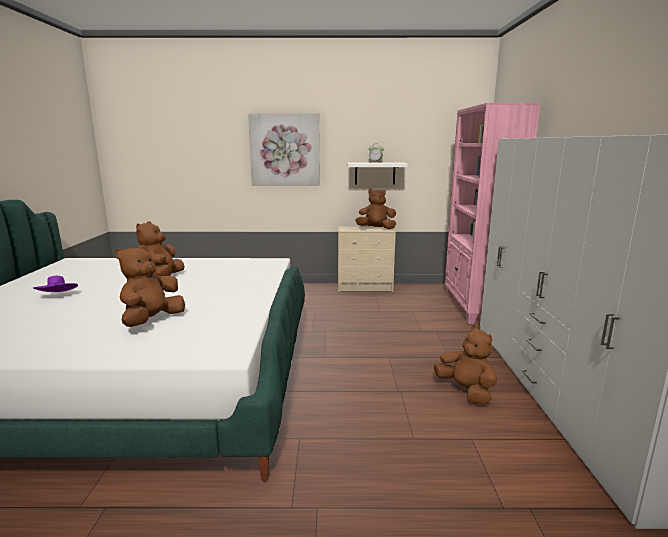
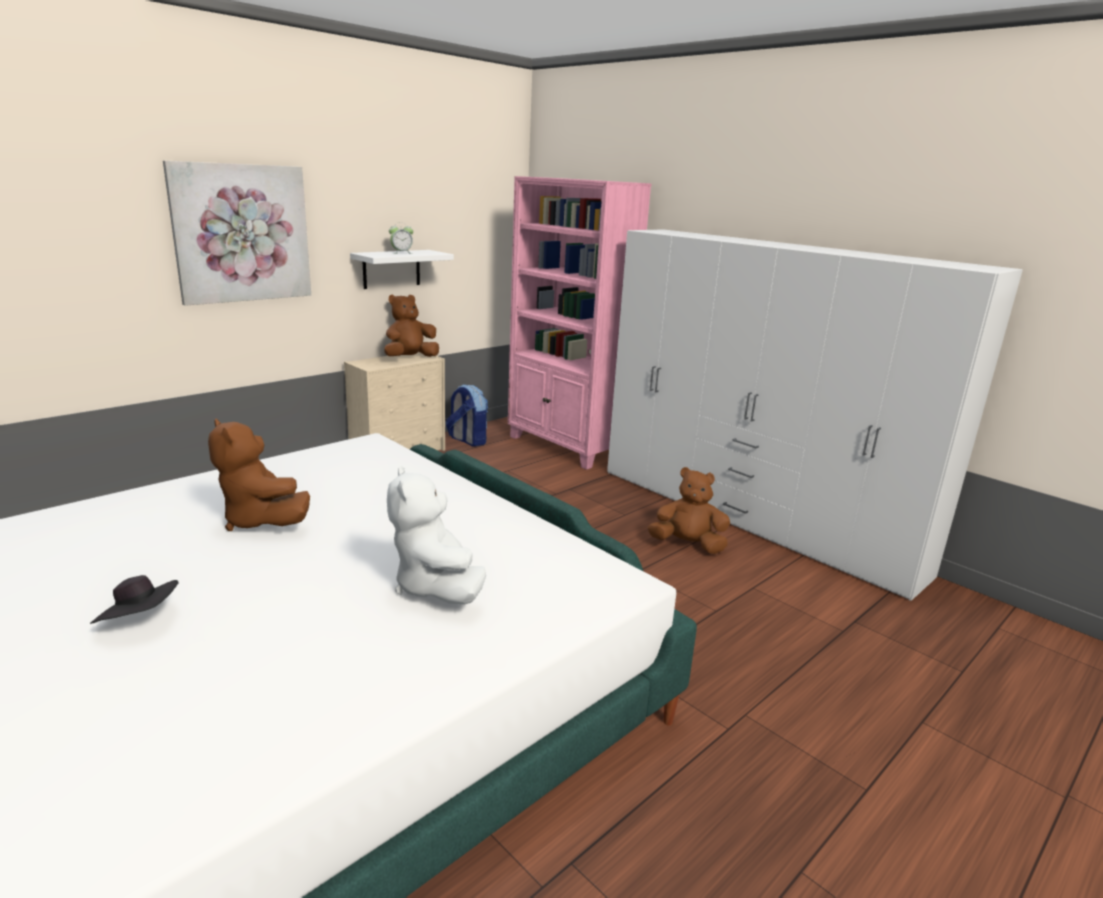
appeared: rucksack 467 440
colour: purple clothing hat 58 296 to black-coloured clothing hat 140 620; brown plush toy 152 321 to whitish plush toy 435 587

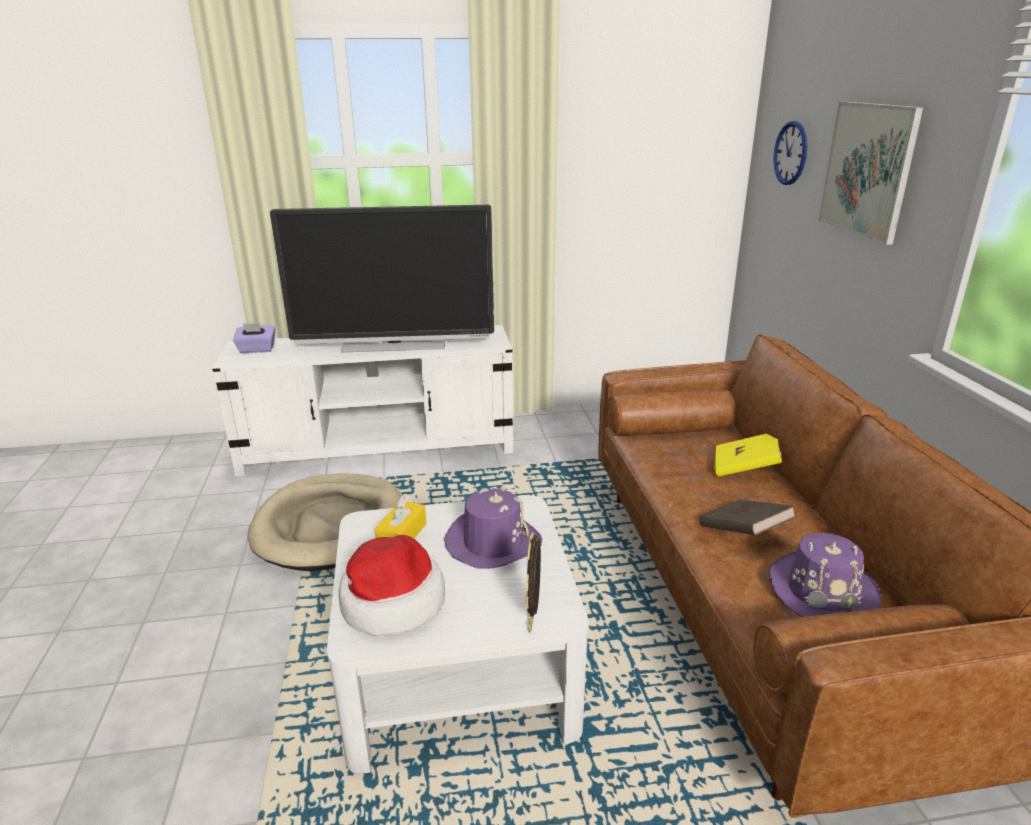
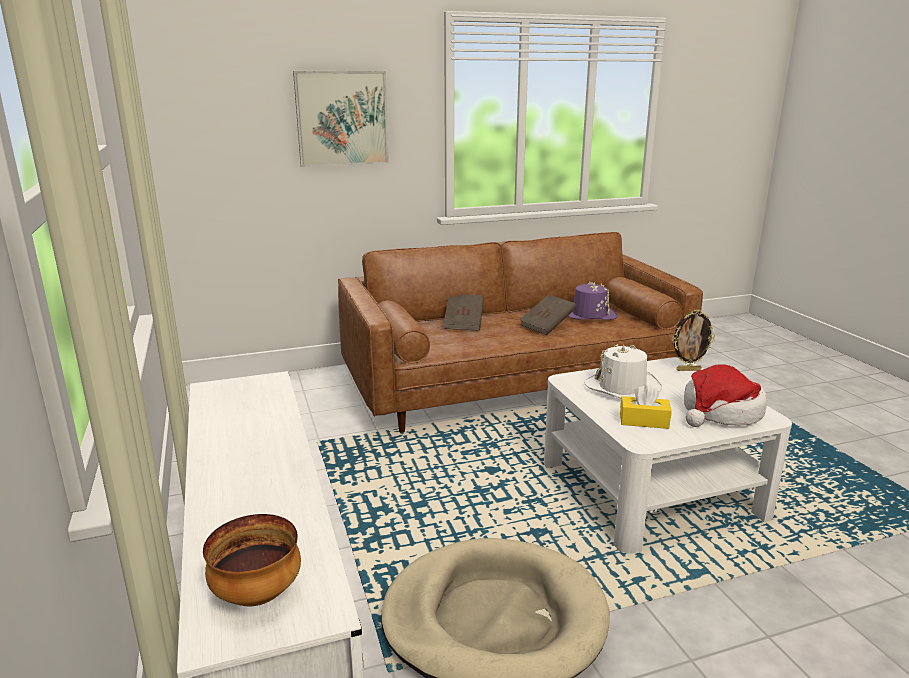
missing: television 394 345; wall clock 790 153
exchanged: purple tissue box 257 349 to serving bowl 256 594
colour: yellow-coloured volume 745 469 to brown volume 464 323; purple clothing hat 492 542 to whitish clothing hat 622 387

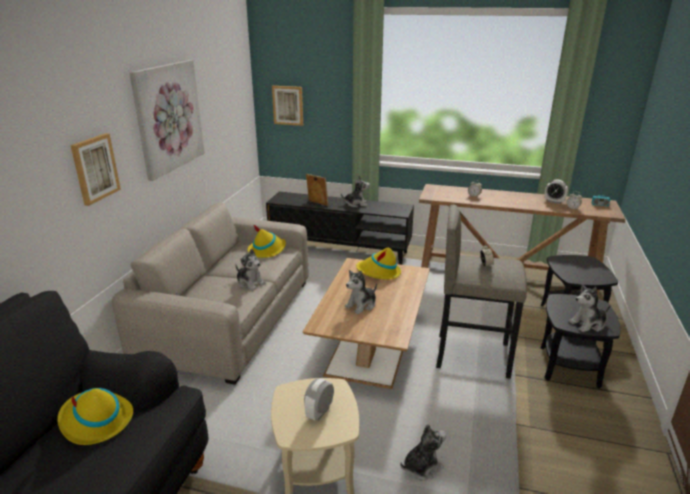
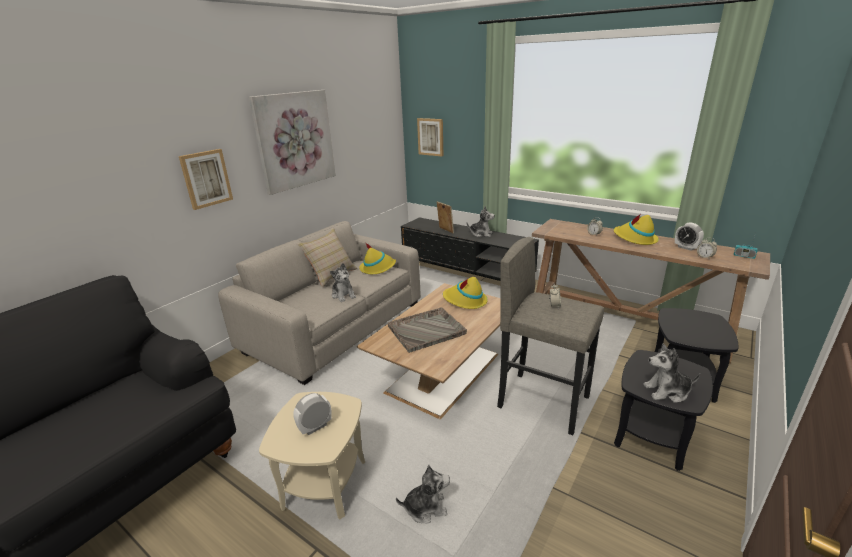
appeared: beige-coloured pillow 331 275
relocated: yellow-coloured clothing hat 95 421 to 634 239
exchanged: plush toy 361 305 to greyish tray 427 330

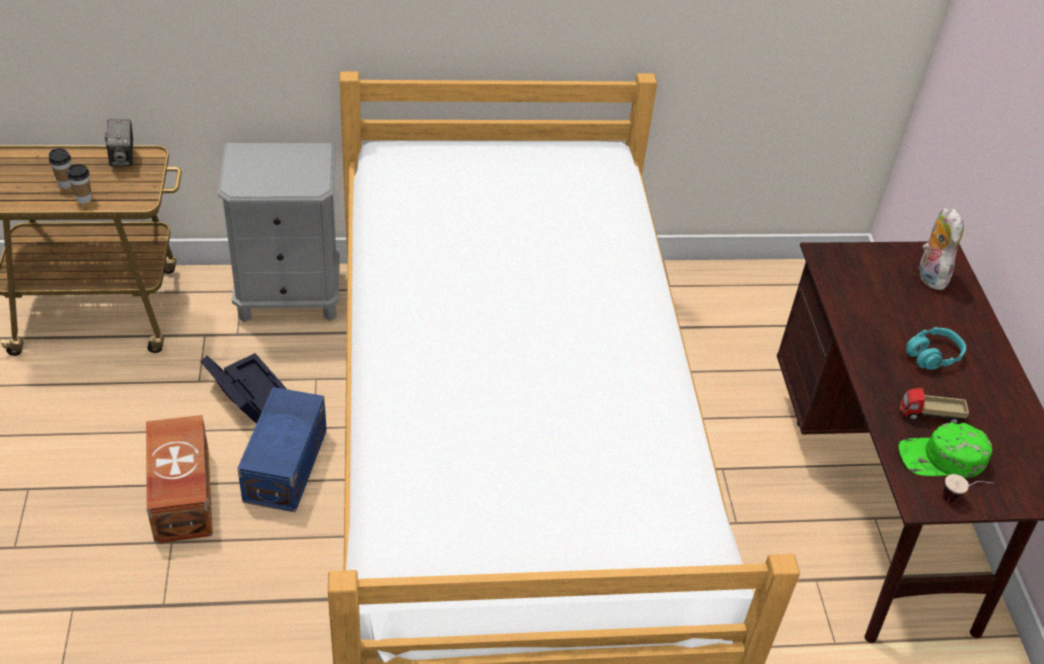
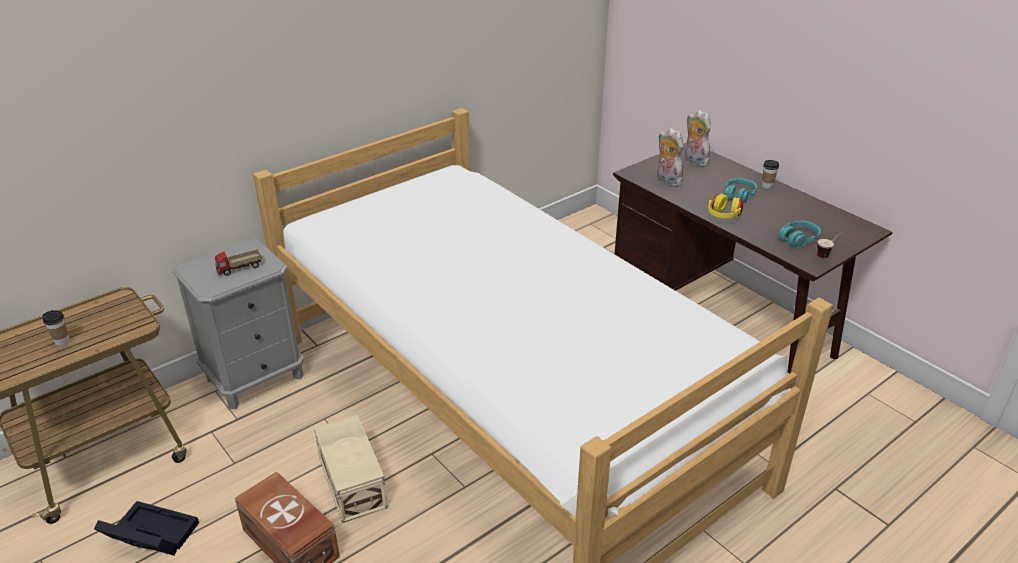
missing: still camera 123 158
appeared: plush toy 666 181; yellow-coloured headset 723 217
relocated: black-coloured storage container 247 392 to 149 535; toy lorry 930 416 to 239 269; small cup 84 199 to 767 186
exchanged: green-coloured peaked cap 942 458 to turquoise-coloured headset 798 240
colour: blue storage container 287 464 to beige-coloured storage container 353 481

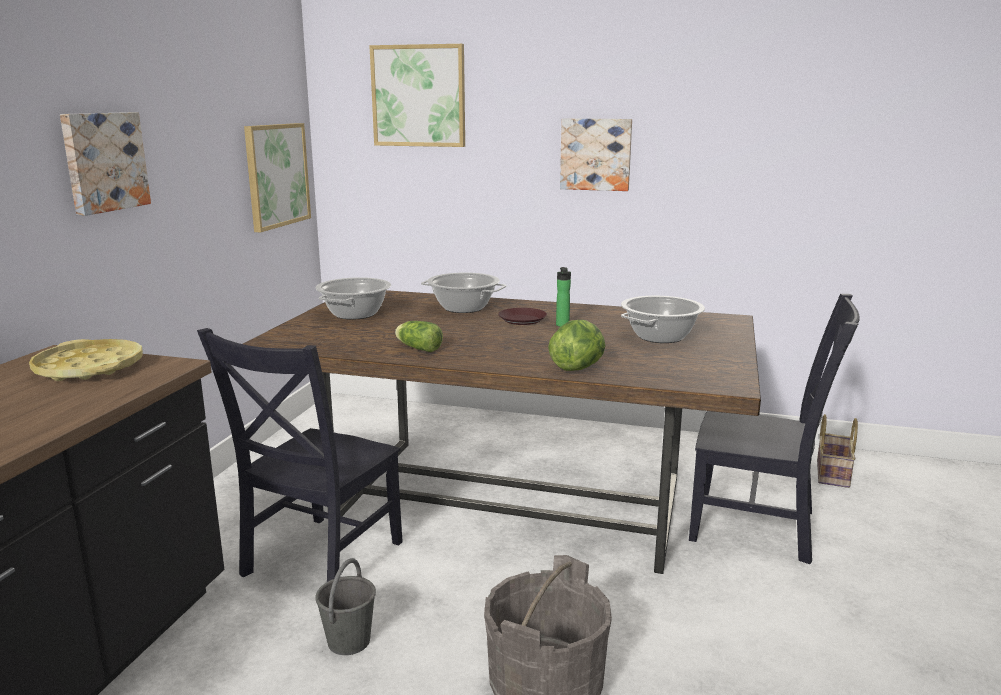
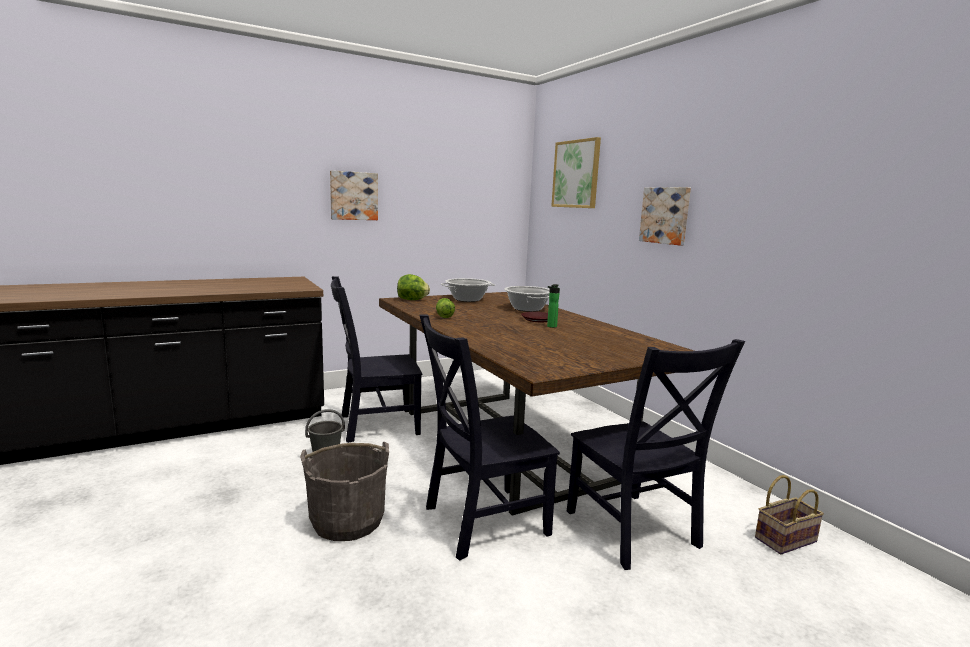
missing: yellow-coloured tray 89 368; picture 276 175; stockpot 660 336
appeared: black-coloured plain chair 480 521
relocated: head of lettuce 578 368 to 412 300

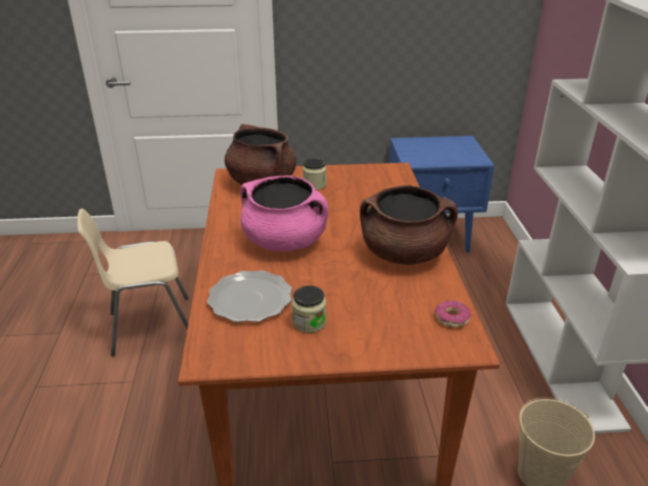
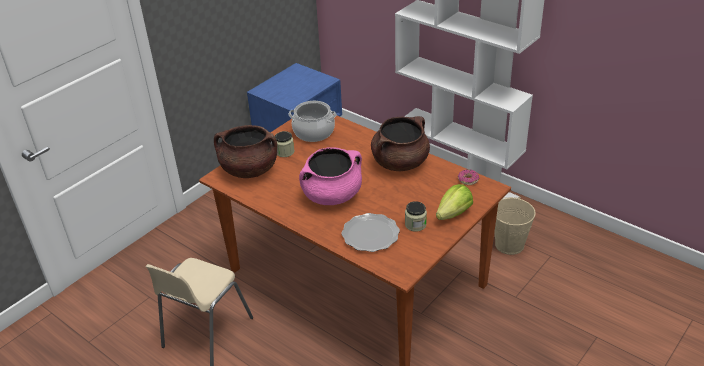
appeared: stockpot 314 132; head of lettuce 454 214

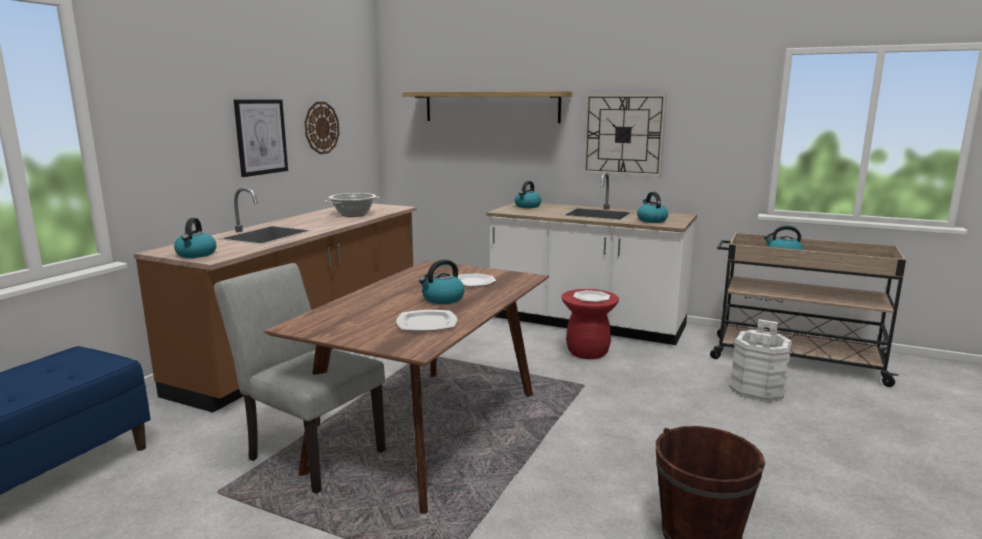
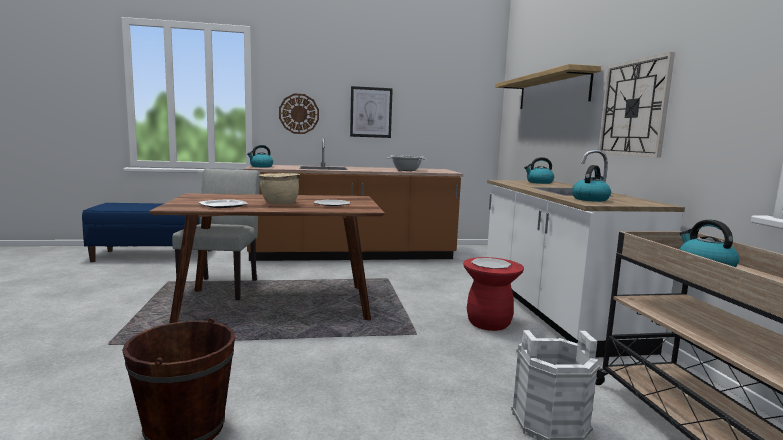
relocated: wall clock 321 128 to 299 114
exchanged: tea kettle 442 299 to beige-coloured stockpot 279 203

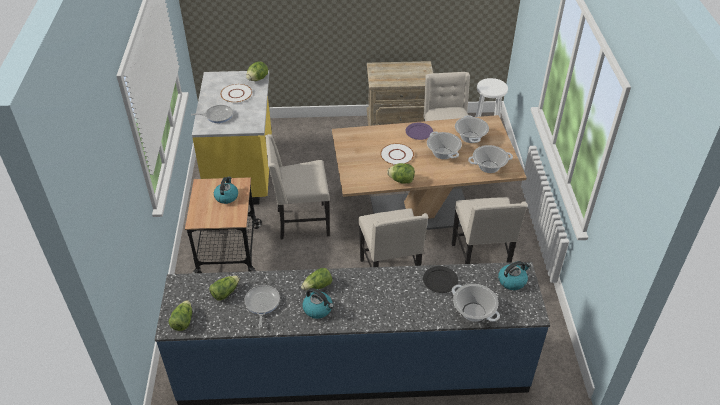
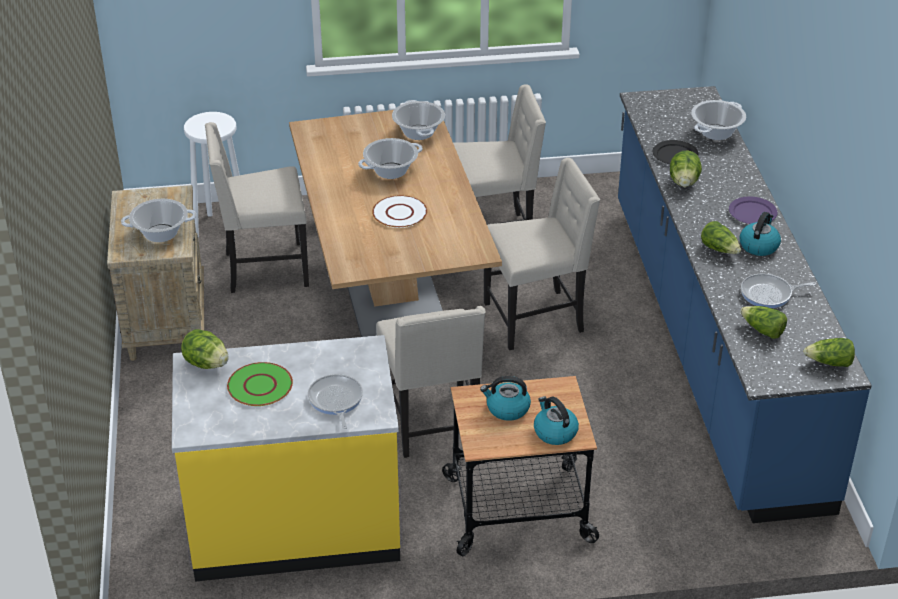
relocated: stockpot 470 137 to 160 233; tea kettle 512 281 to 554 432; head of lettuce 401 180 to 684 182; purple plate 419 132 to 752 213
colour: whitish plate 236 94 to green-coloured plate 259 386

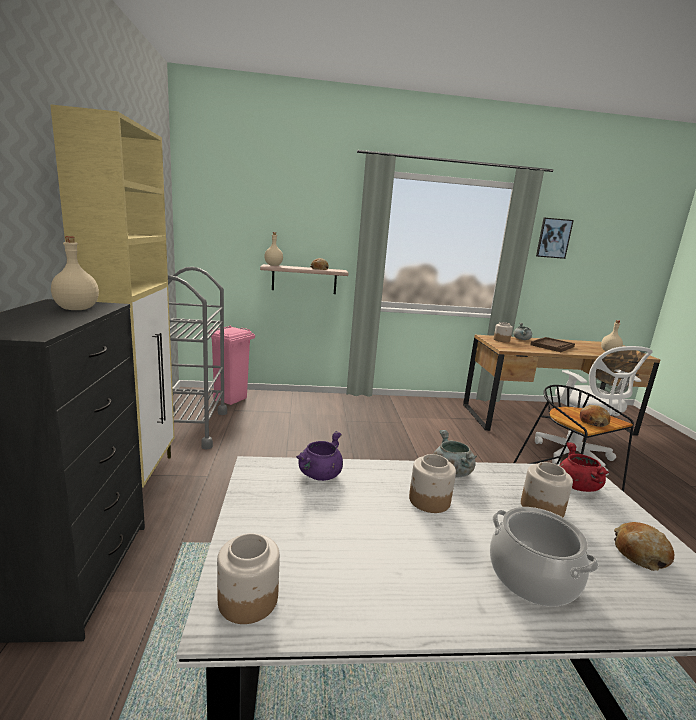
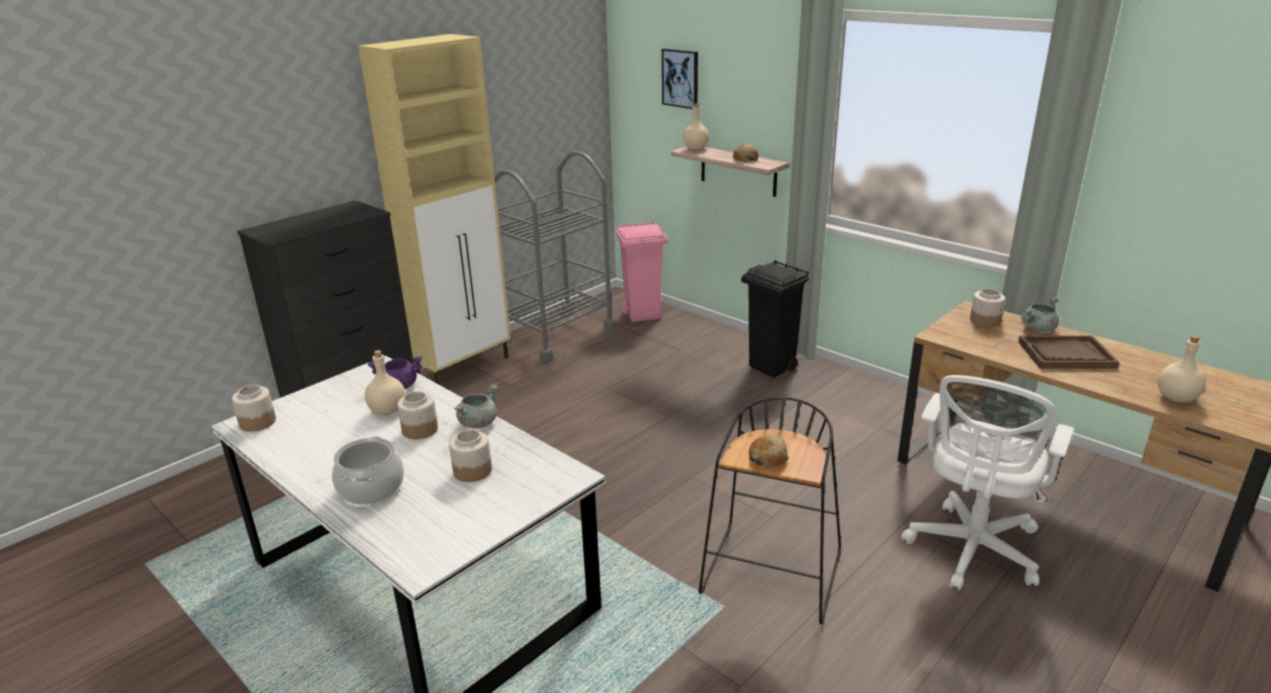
missing: reddish stockpot 577 485; bread 640 553
appeared: black-coloured waste bin 772 367
relocated: beige-coloured bottle 77 309 to 388 410; picture 553 238 to 680 78

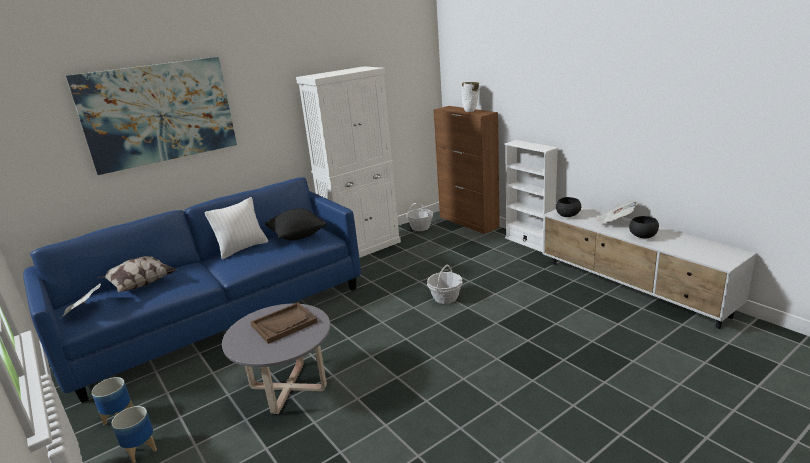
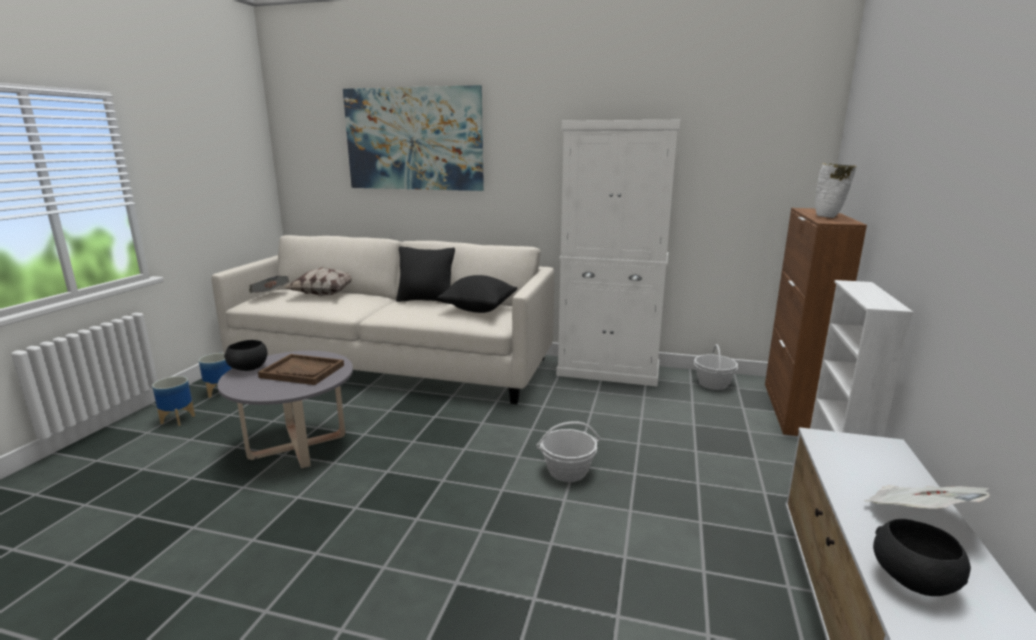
relocated: black-coloured serving bowl 568 216 to 248 369
colour: blue couch 219 317 to whitish couch 393 364; whitish pillow 242 249 to black-coloured pillow 426 300

